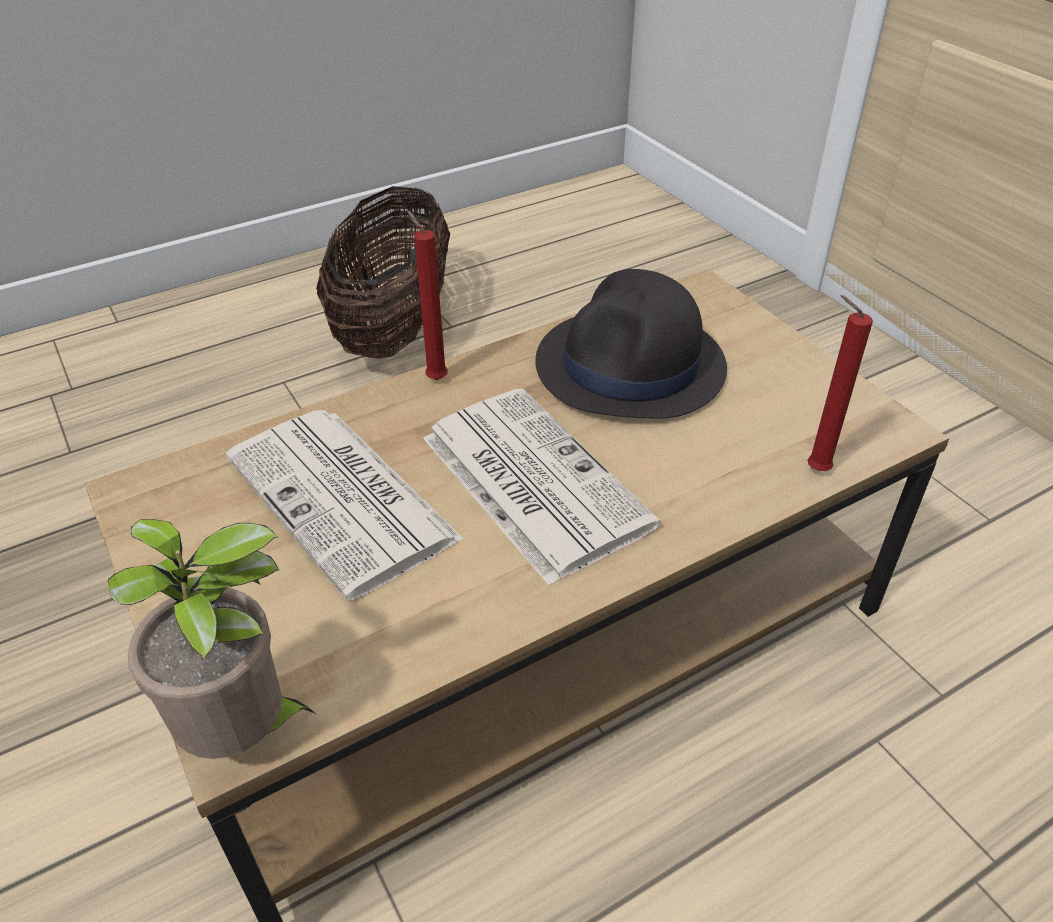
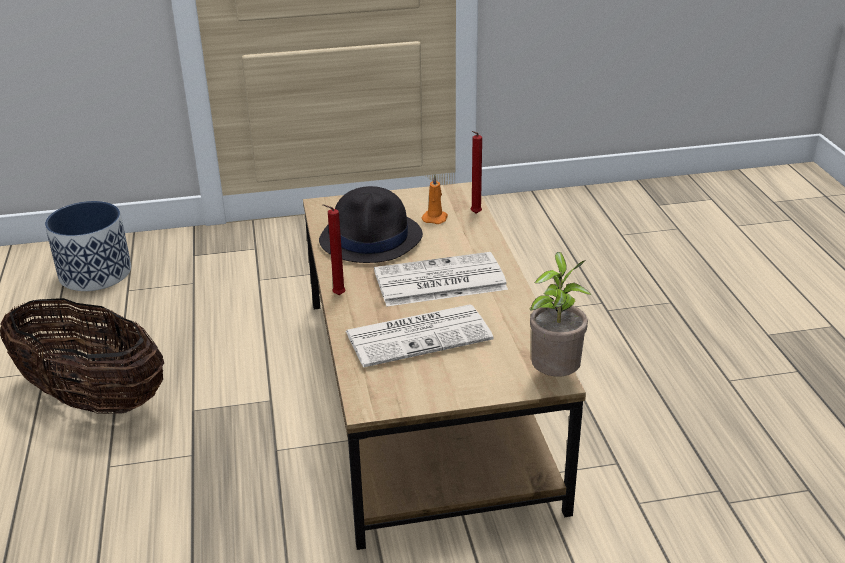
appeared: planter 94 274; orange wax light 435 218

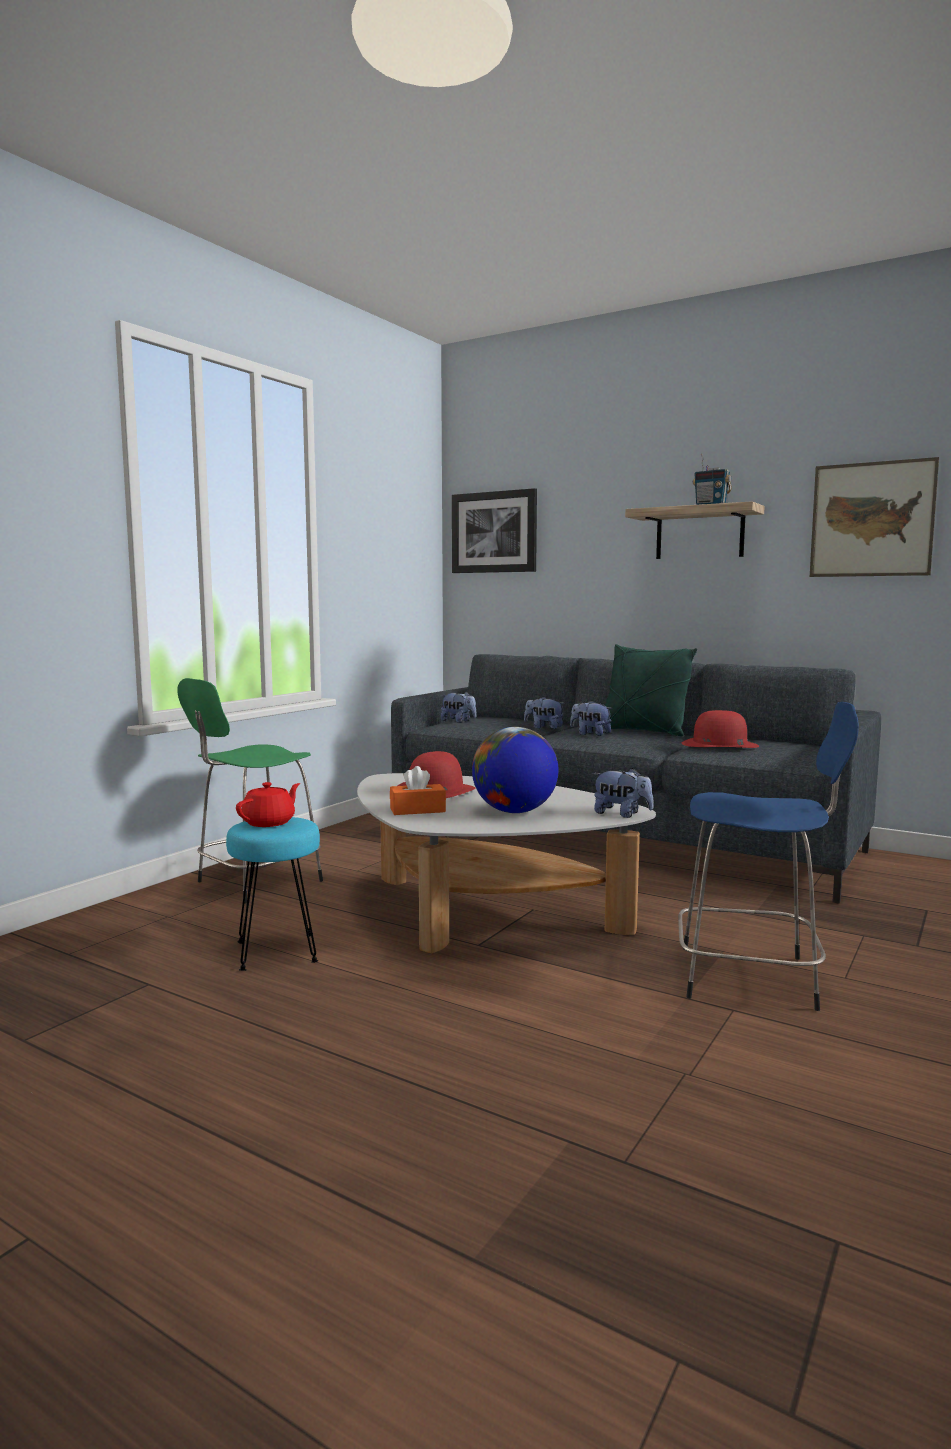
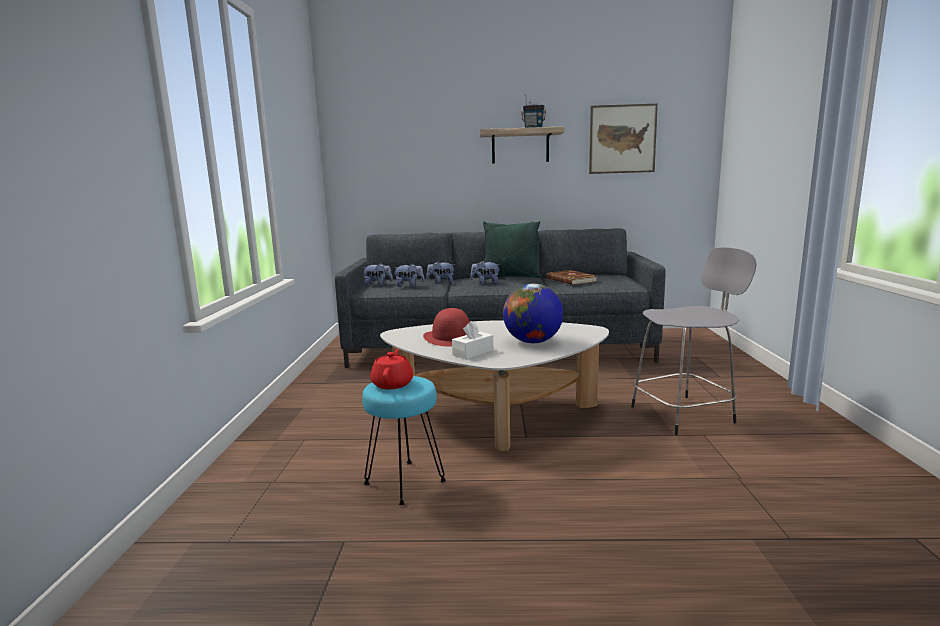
missing: green-coloured stool seat 256 882; picture 494 532
relocated: plush toy 622 814 to 409 286
exchanged: reddish clothing hat 719 744 to brown volume 570 280
colour: orange tissue box 417 810 to whitish tissue box 473 353; blue stool seat 752 978 to greyish stool seat 685 414

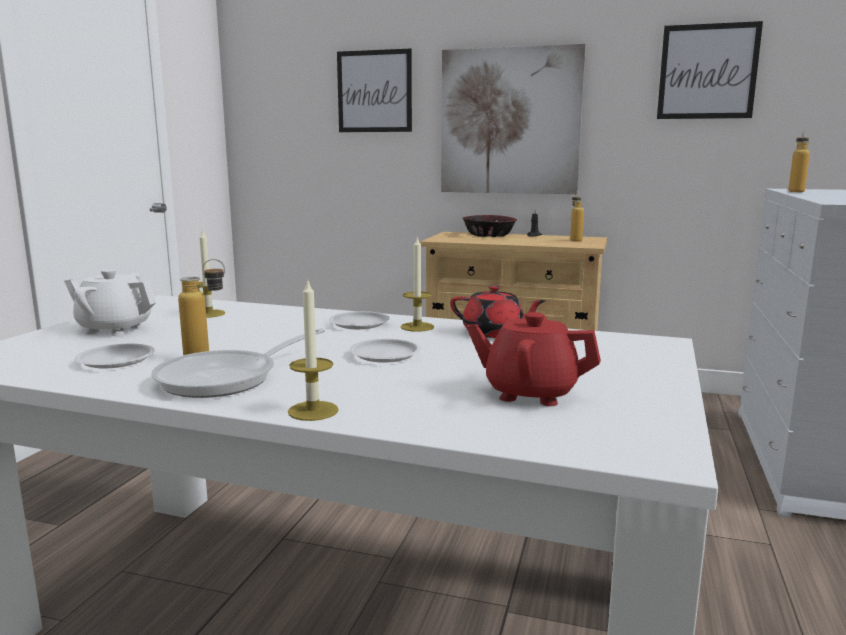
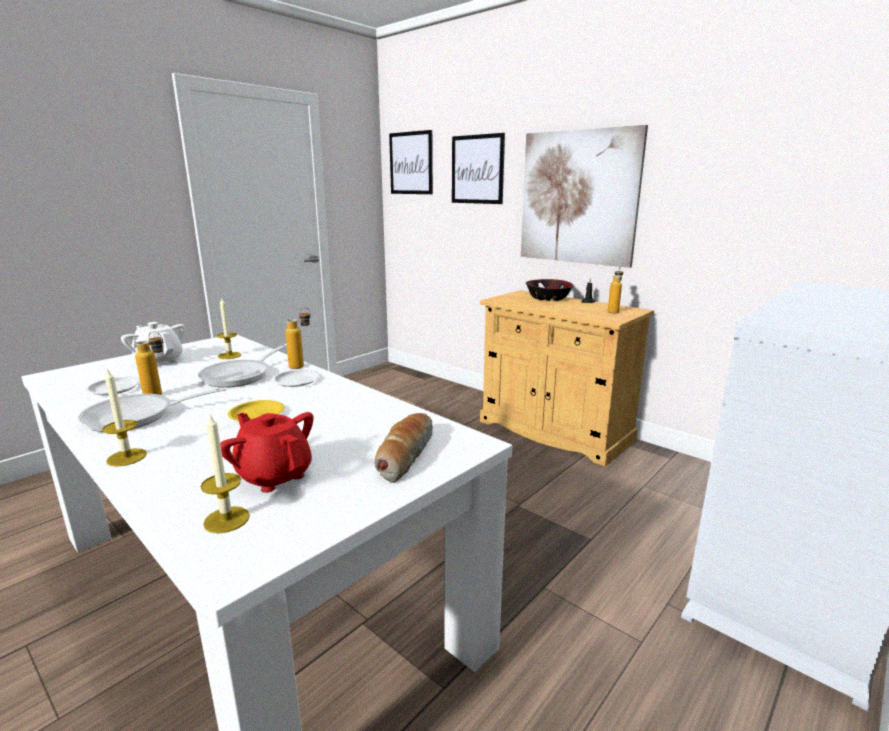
missing: reddish pot for tea 494 333
appeared: pan 241 375; bread 405 454
relocated: wax light 417 327 to 226 519; bottle 796 191 to 302 365; picture 707 72 to 411 163
colour: whitish plate 385 355 to yellow-coloured plate 257 415

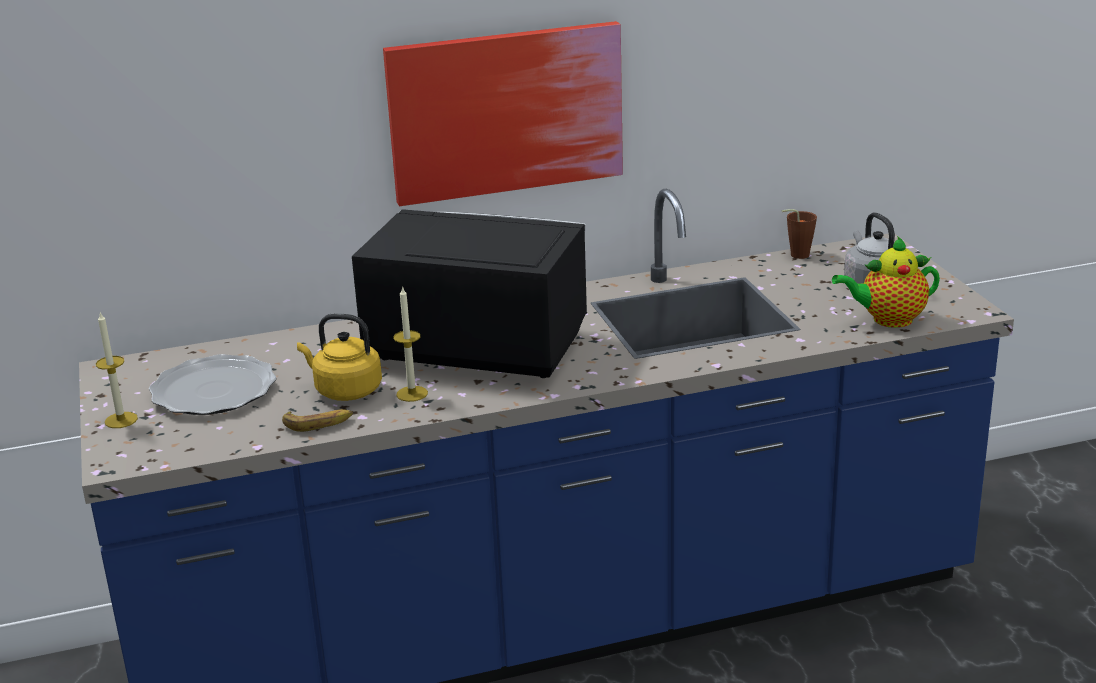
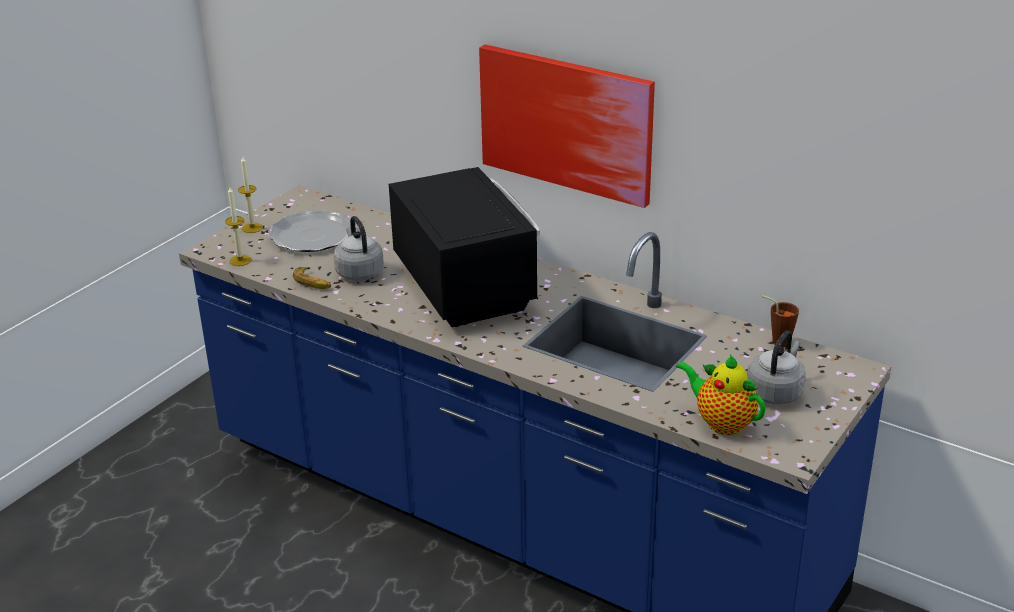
relocated: wax light 412 394 to 240 260
colour: yellow-coloured tea kettle 345 390 to greyish tea kettle 359 272

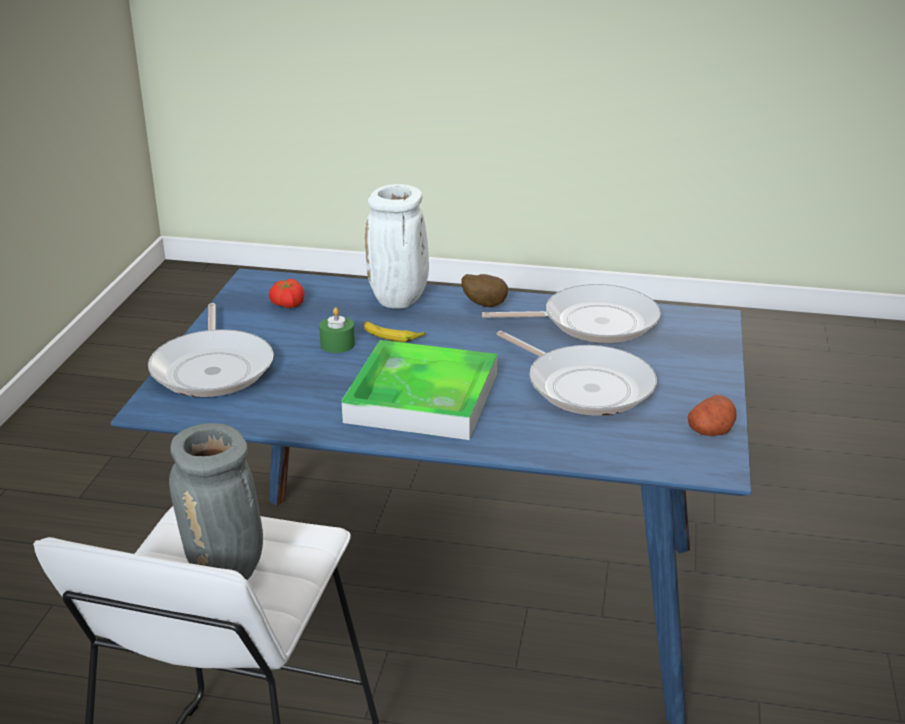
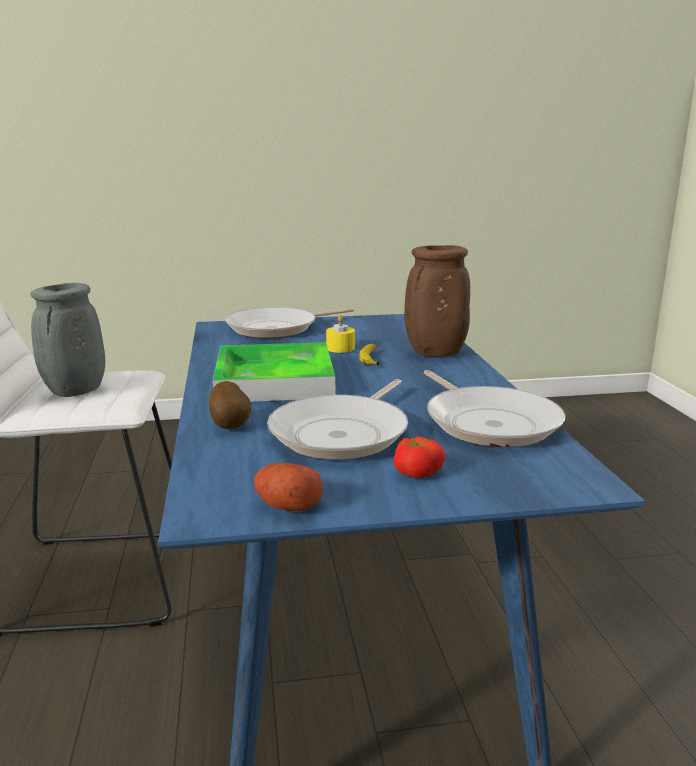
relocated: spud 485 305 to 231 425; tomato 287 305 to 416 472
colour: green-coloured wax light 337 344 to yellow-coloured wax light 340 348; whitish decorative vase 399 301 to brown decorative vase 434 353

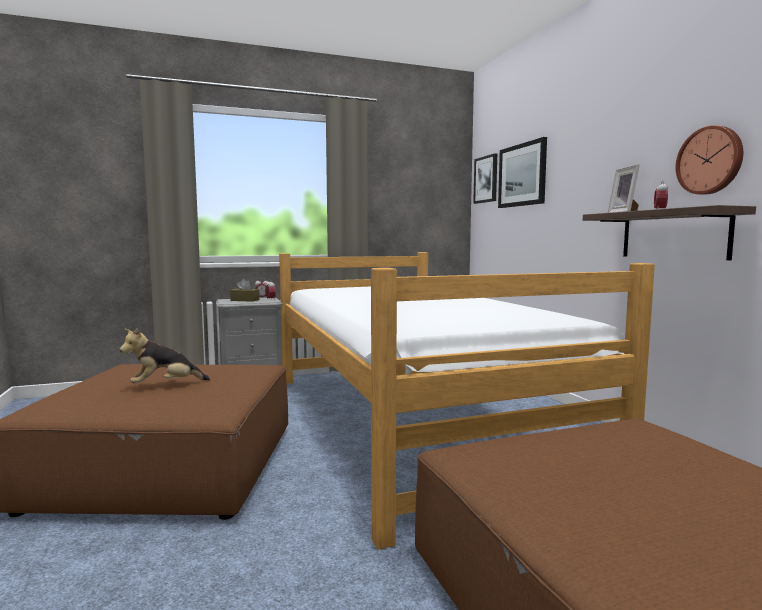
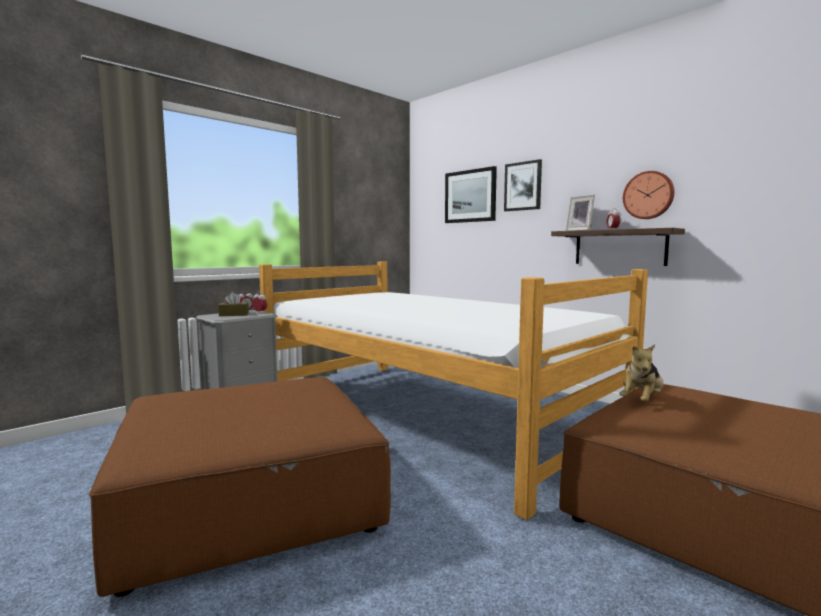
relocated: picture 486 179 to 523 186; plush toy 165 385 to 642 401

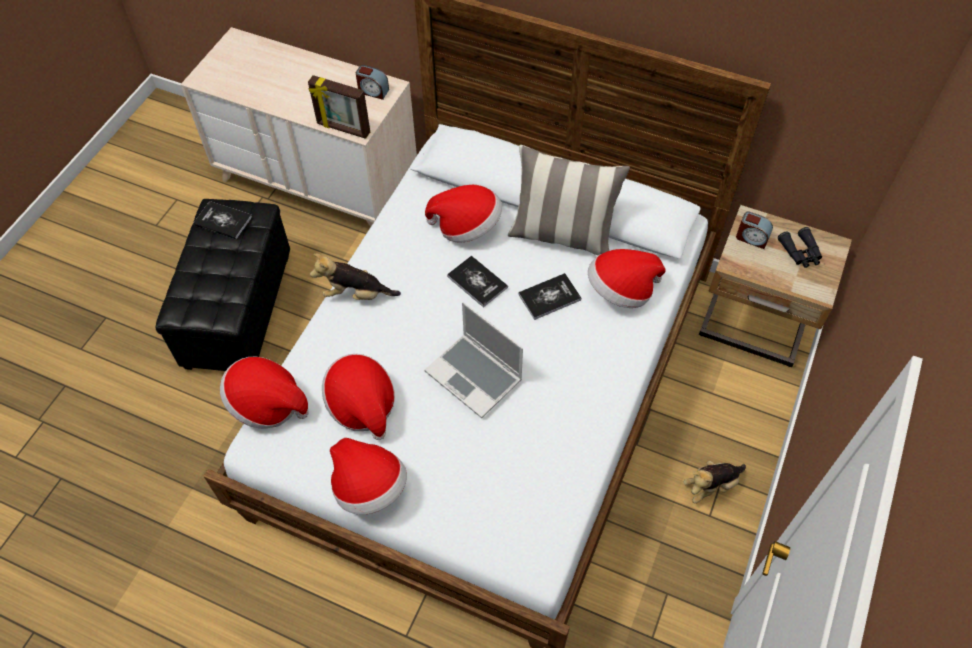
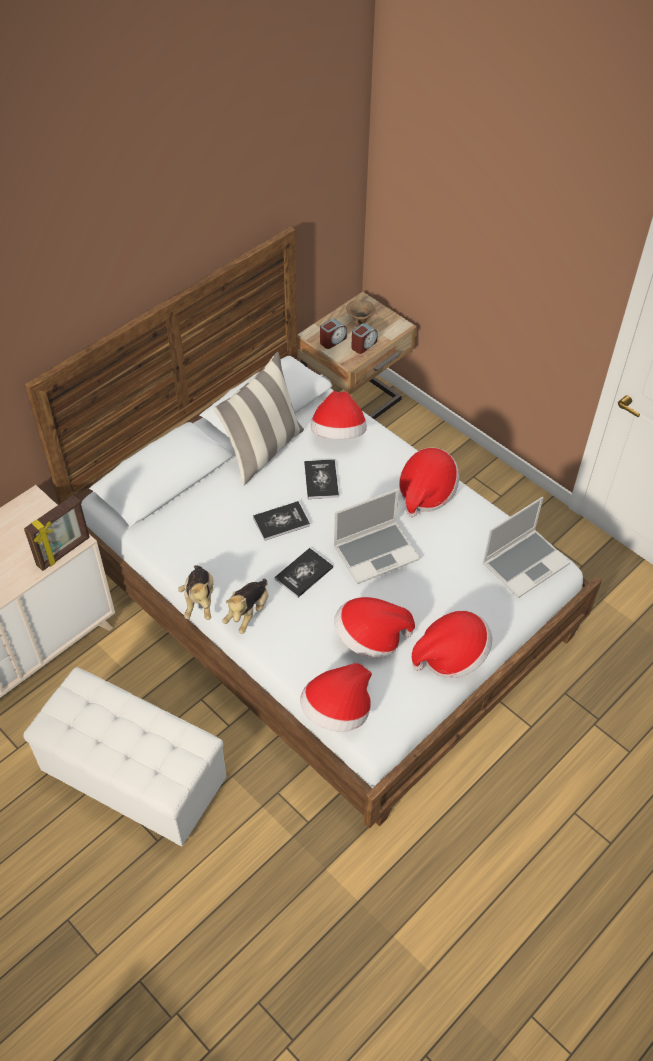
appeared: laptop 525 563
relocated: plush toy 711 486 to 199 600; volume 223 221 to 304 573; bedside clock 373 91 to 363 345; clothing hat 467 226 to 426 493
exchanged: black-coloured binoculars 800 253 to brown serving bowl 360 321
colour: black-coloured footrest 238 311 to whitish footrest 134 779

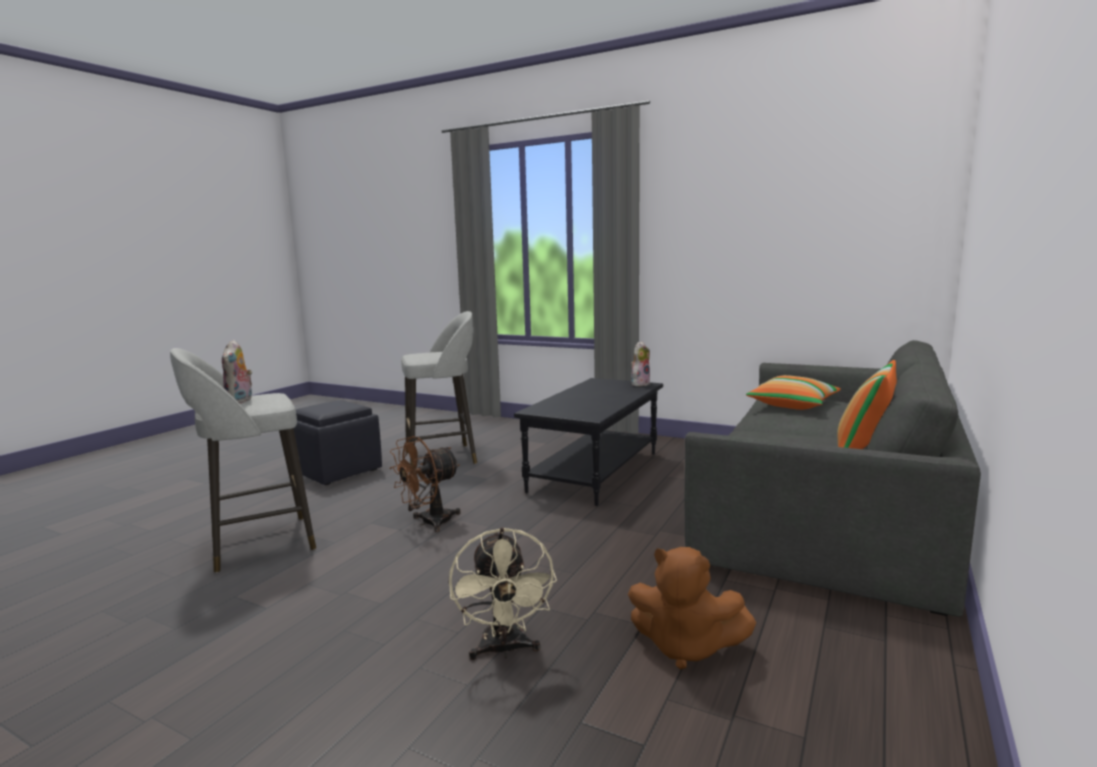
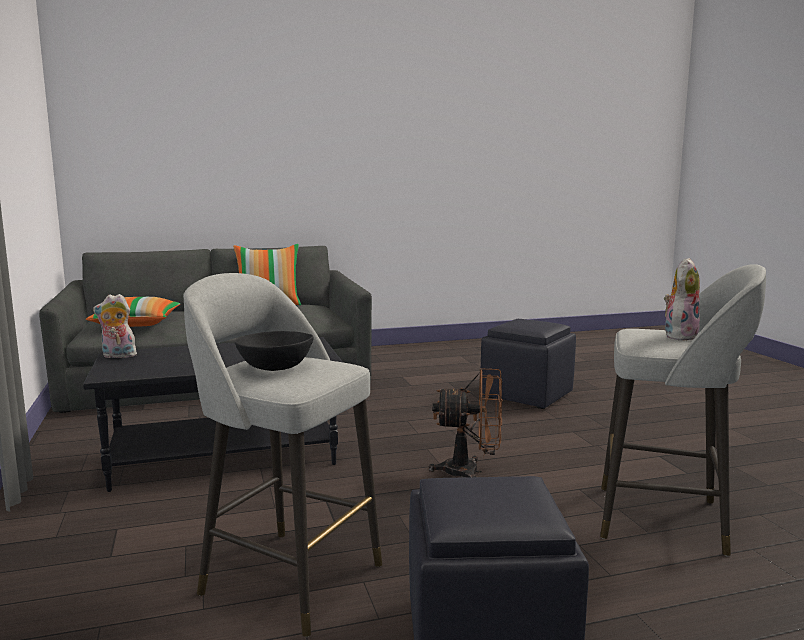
missing: brown plush toy 685 647
appeared: black-coloured serving bowl 275 367
exchanged: beige-coloured electric fan 504 650 to black-coloured footrest 525 395

